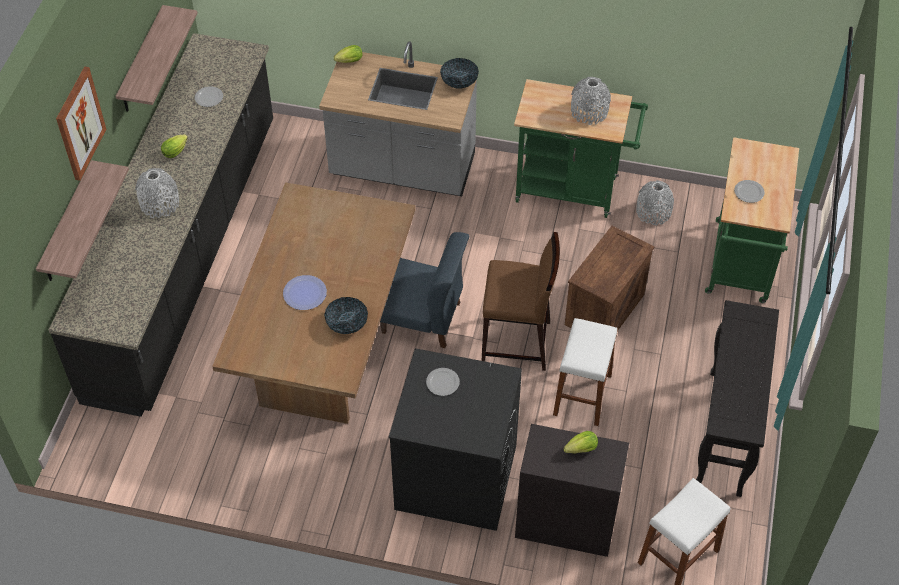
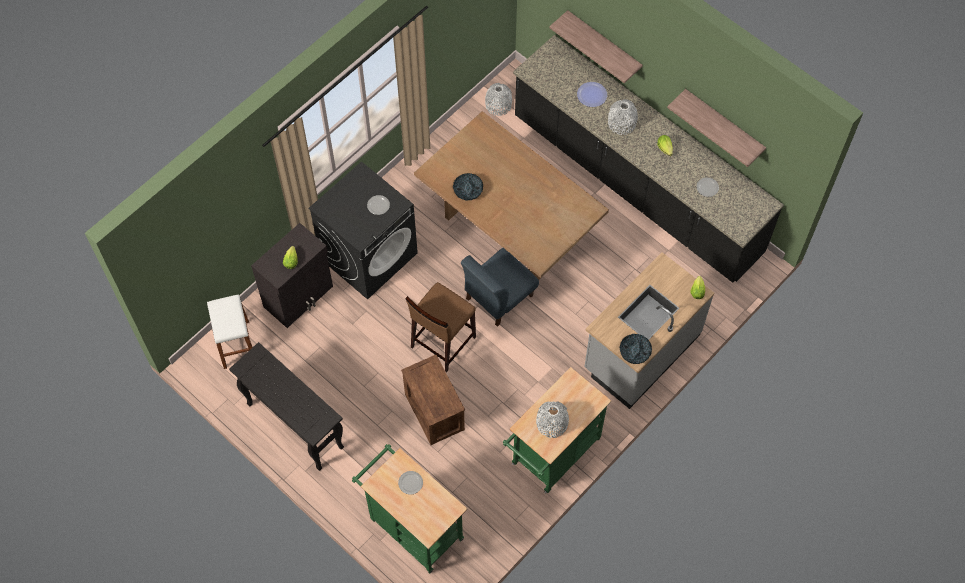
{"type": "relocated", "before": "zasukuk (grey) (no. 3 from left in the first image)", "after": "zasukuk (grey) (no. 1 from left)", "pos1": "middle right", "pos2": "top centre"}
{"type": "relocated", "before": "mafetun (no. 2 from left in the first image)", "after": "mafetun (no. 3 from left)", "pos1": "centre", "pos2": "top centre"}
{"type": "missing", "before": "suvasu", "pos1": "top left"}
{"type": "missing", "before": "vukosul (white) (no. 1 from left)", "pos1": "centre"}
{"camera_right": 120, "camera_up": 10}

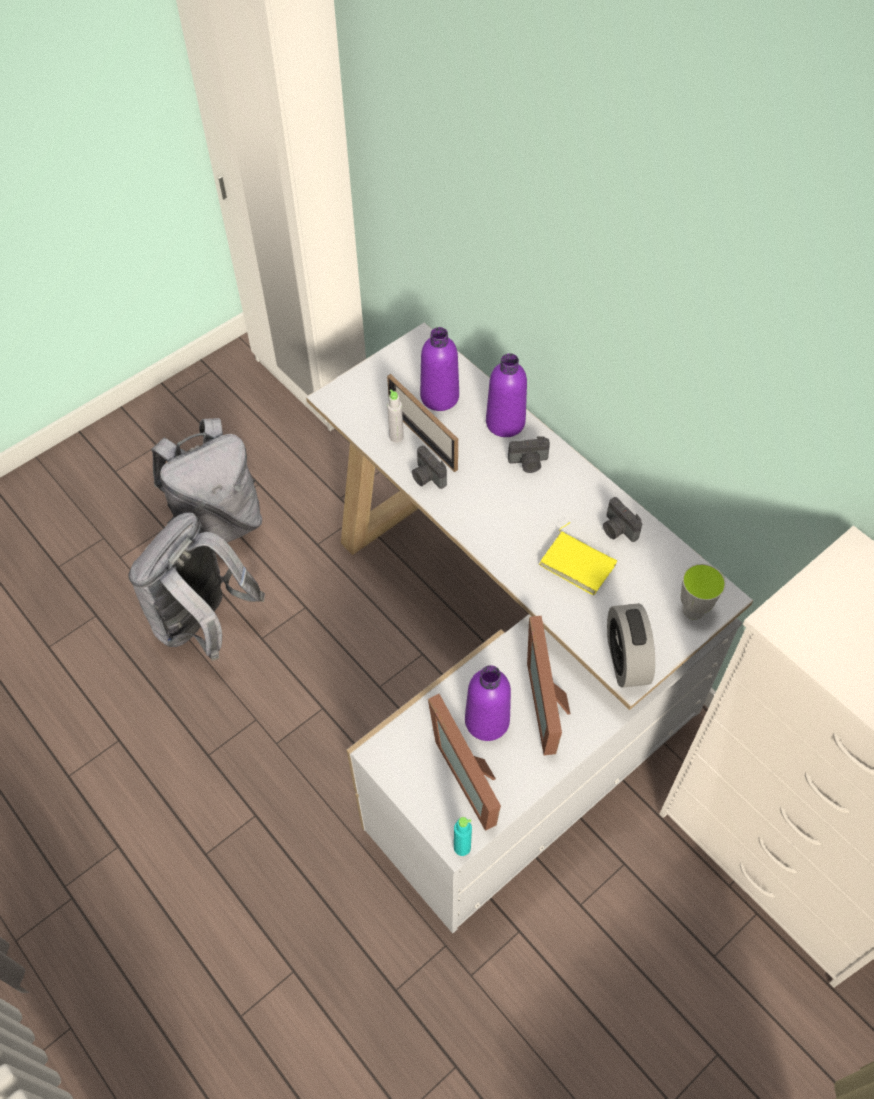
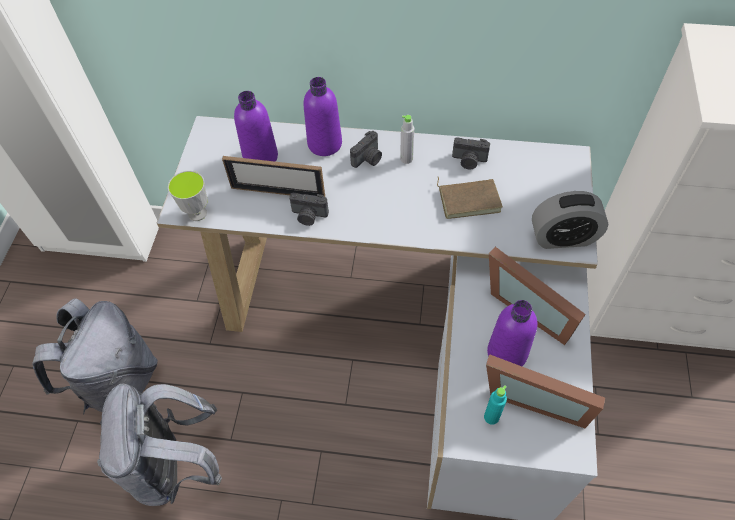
{"type": "relocated", "before": "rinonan", "pos1": "middle right", "pos2": "middle left"}
{"type": "relocated", "before": "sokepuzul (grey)", "pos1": "centre", "pos2": "top centre"}
{"type": "colour", "before": "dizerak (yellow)", "after": "dizerak (brown)", "pos1": "centre", "pos2": "centre"}
{"type": "relocated", "before": "sokepuzul (turquoise)", "pos1": "bottom centre", "pos2": "bottom right"}
{"type": "spun", "before": "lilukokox", "pos1": "middle right", "pos2": "middle right", "turn": -45}
{"camera_right": -40, "camera_up": 0}

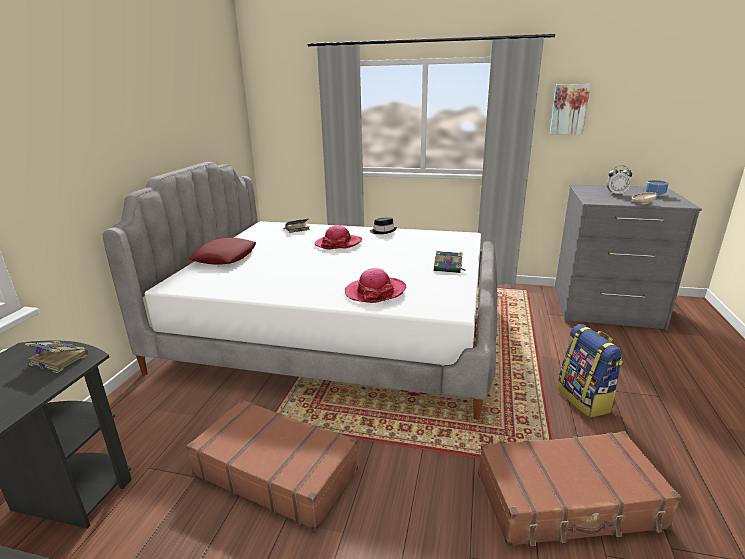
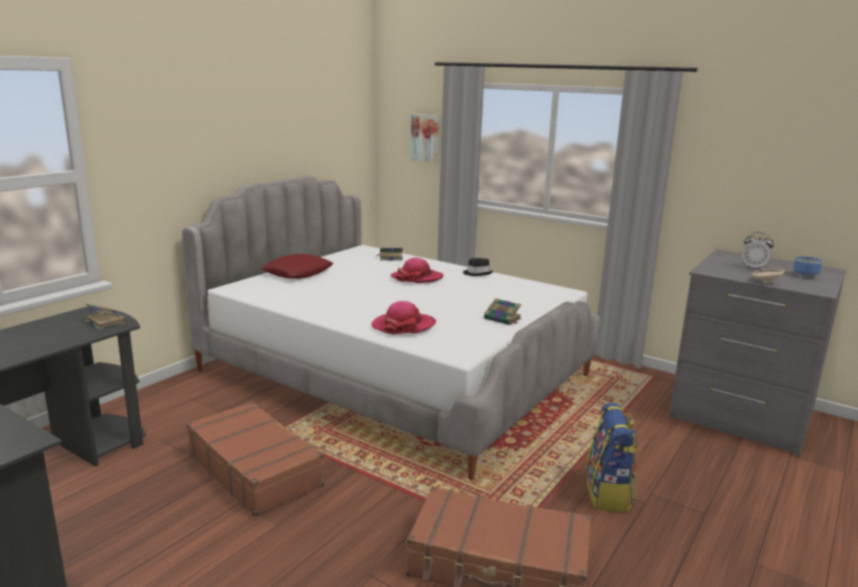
{"type": "relocated", "before": "suvasu", "pos1": "top right", "pos2": "top centre"}
{"camera_right": 20, "camera_up": -5}

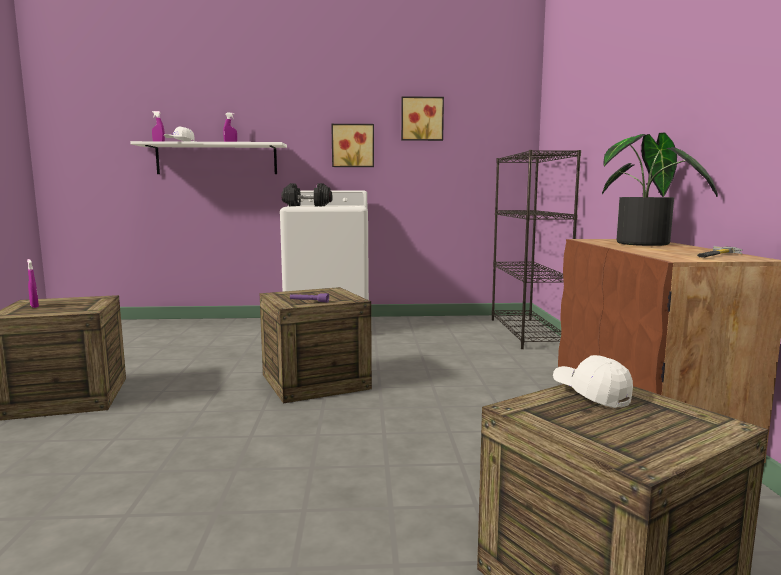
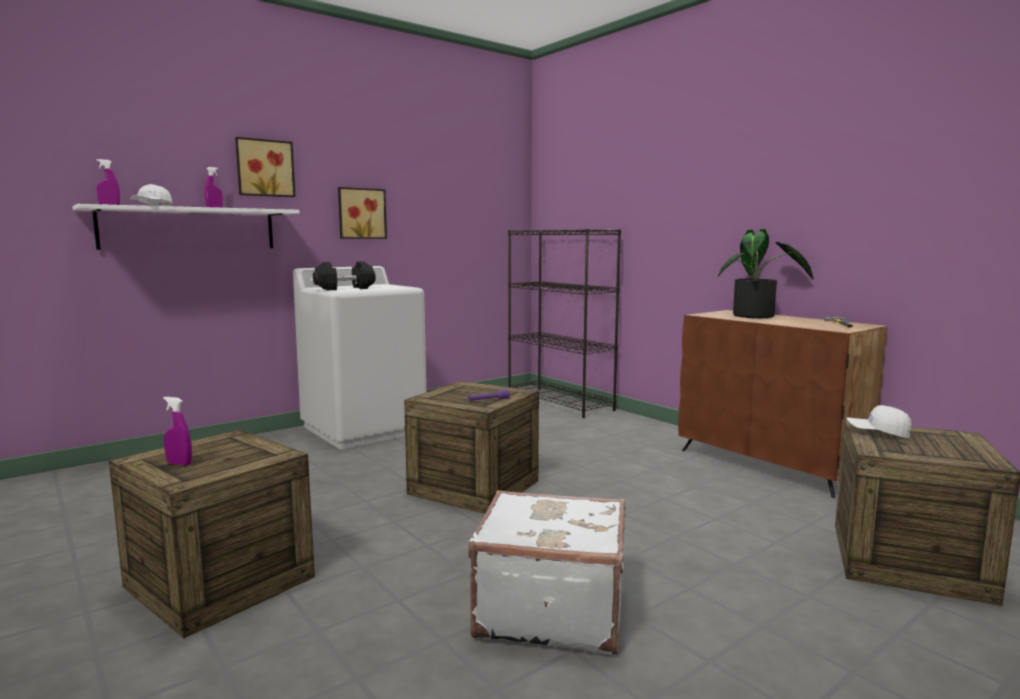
{"type": "relocated", "before": "suvasu (no. 2 from left in the first image)", "after": "suvasu (no. 1 from left)", "pos1": "top centre", "pos2": "top left"}
{"type": "appeared", "after": "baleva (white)", "pos2": "bottom centre"}
{"camera_right": -35, "camera_up": 0}

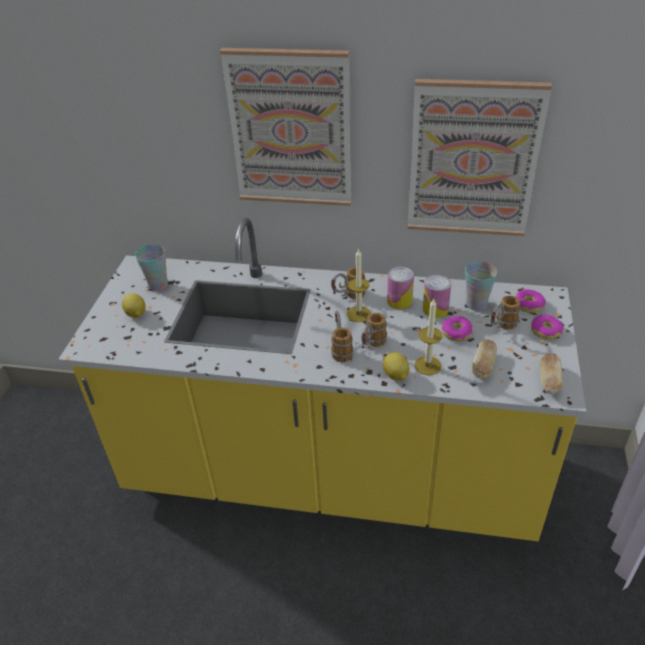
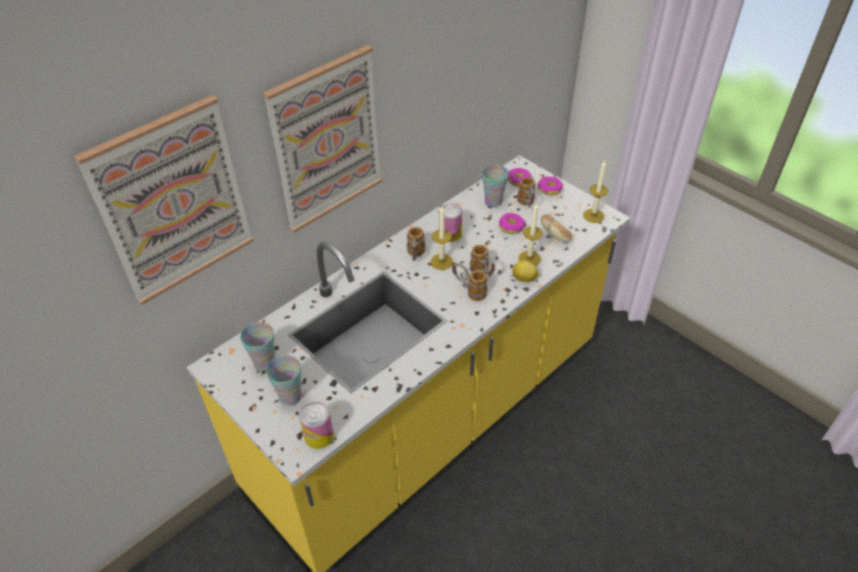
{"type": "relocated", "before": "suvasu (no. 2 from left in the first image)", "after": "suvasu (no. 1 from left)", "pos1": "top right", "pos2": "middle left"}
{"type": "exchanged", "before": "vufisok (no. 1 from left)", "after": "rinonan (no. 2 from left)", "pos1": "middle left", "pos2": "middle left"}
{"type": "relocated", "before": "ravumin (no. 2 from left in the first image)", "after": "ravumin (no. 1 from left)", "pos1": "middle right", "pos2": "bottom centre"}
{"type": "exchanged", "before": "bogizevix (no. 2 from left)", "after": "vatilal (no. 3 from left)", "pos1": "middle right", "pos2": "middle right"}
{"camera_right": -55, "camera_up": 5}

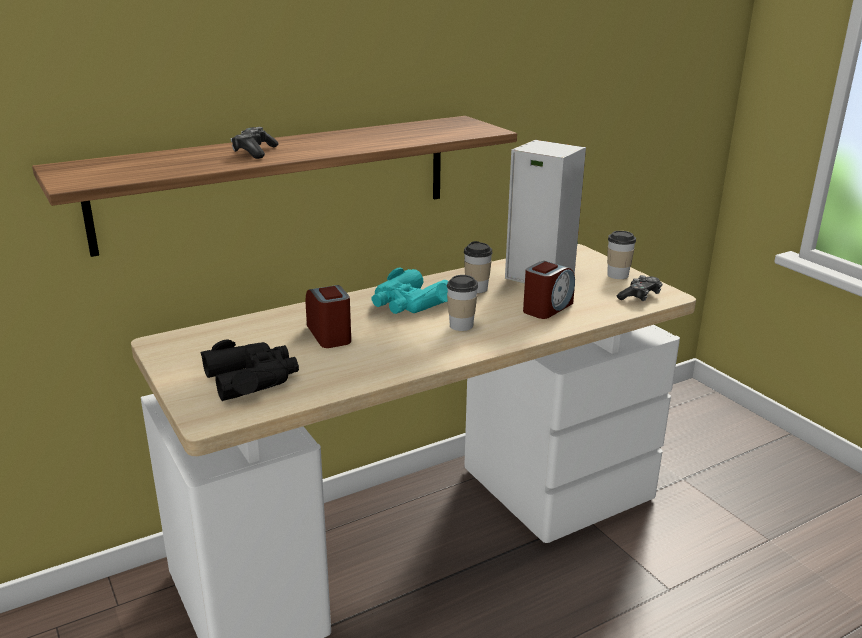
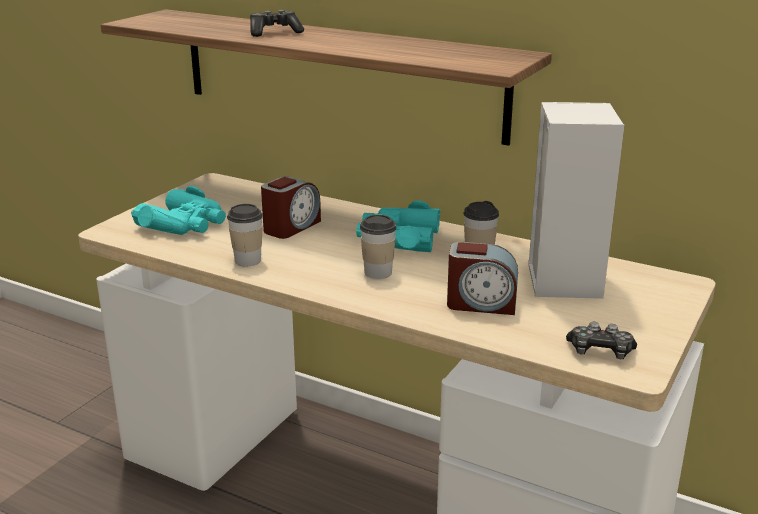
{"type": "colour", "before": "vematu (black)", "after": "vematu (turquoise) (no. 1 from left)", "pos1": "middle left", "pos2": "middle left"}
{"type": "relocated", "before": "rinonan (no. 3 from left in the first image)", "after": "rinonan (no. 1 from left)", "pos1": "middle right", "pos2": "middle left"}
{"camera_right": 60, "camera_up": 0}

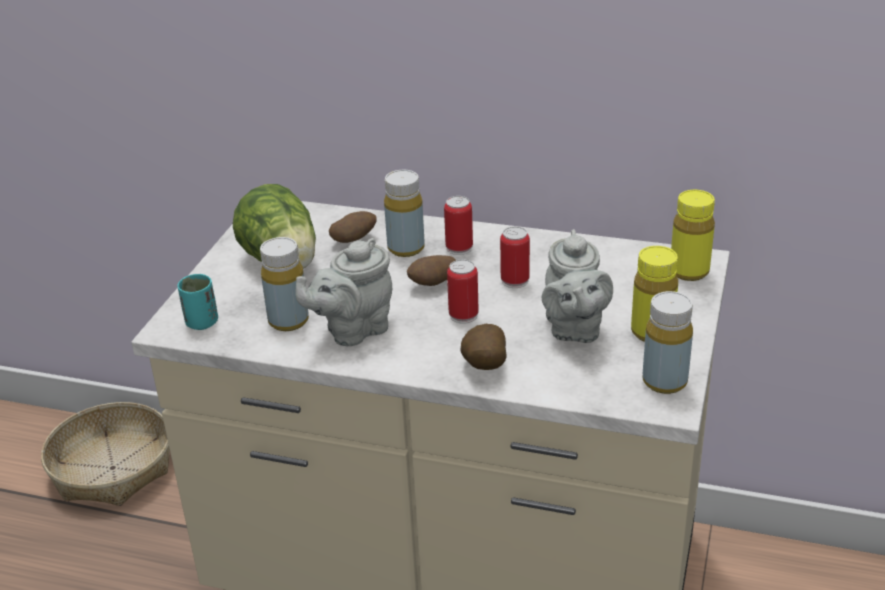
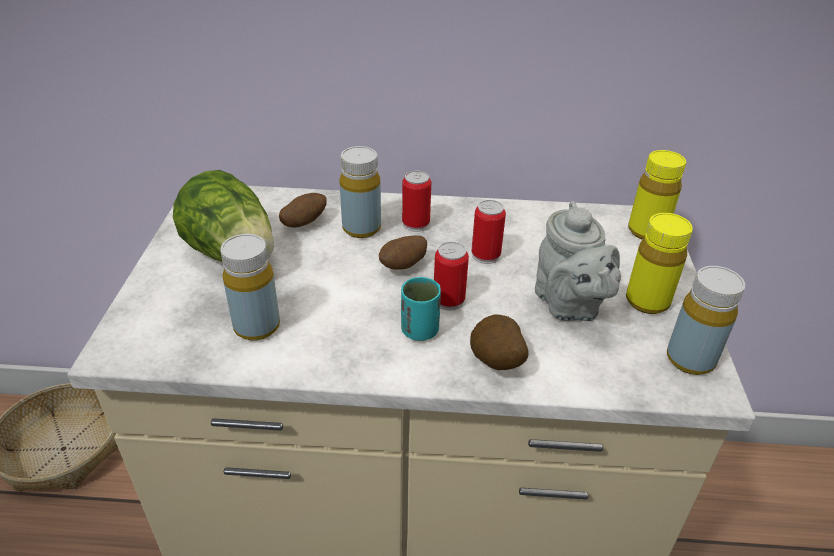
{"type": "relocated", "before": "rinonan (turquoise)", "pos1": "middle left", "pos2": "centre"}
{"type": "missing", "before": "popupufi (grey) (no. 1 from left)", "pos1": "centre"}
{"camera_right": -15, "camera_up": 5}

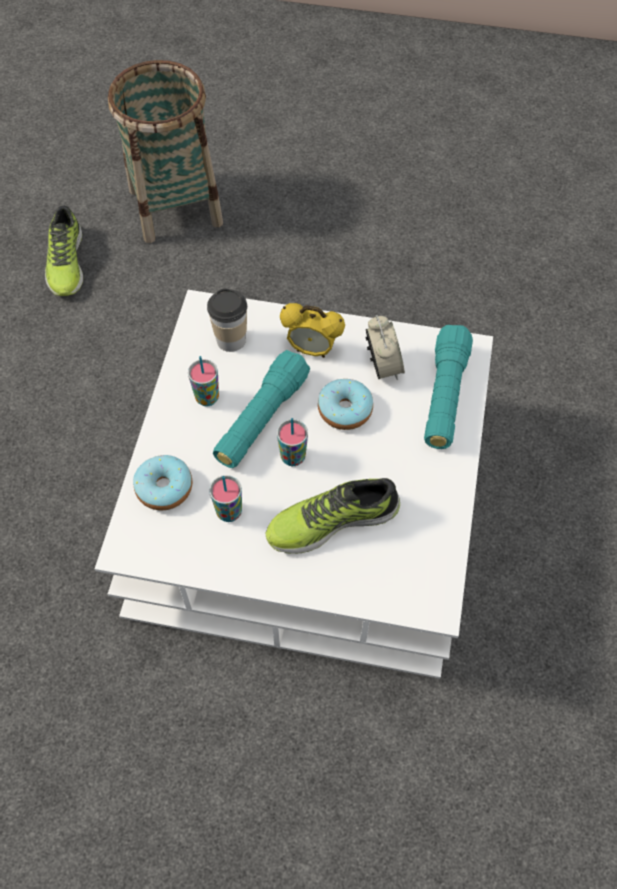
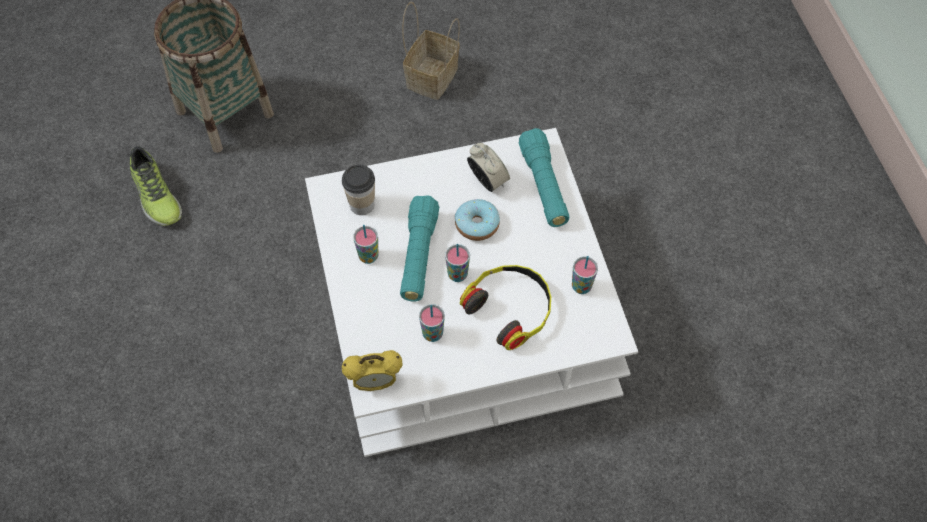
{"type": "relocated", "before": "lilukokox (no. 1 from left)", "pos1": "centre", "pos2": "bottom centre"}
{"type": "appeared", "after": "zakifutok (no. 2 from left)", "pos2": "top centre"}
{"type": "exchanged", "before": "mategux (no. 2 from left)", "after": "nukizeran", "pos1": "centre", "pos2": "centre"}
{"type": "appeared", "after": "rinonan (no. 5 from left)", "pos2": "centre"}
{"type": "missing", "before": "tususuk (no. 1 from left)", "pos1": "middle left"}
{"camera_right": -25, "camera_up": 0}

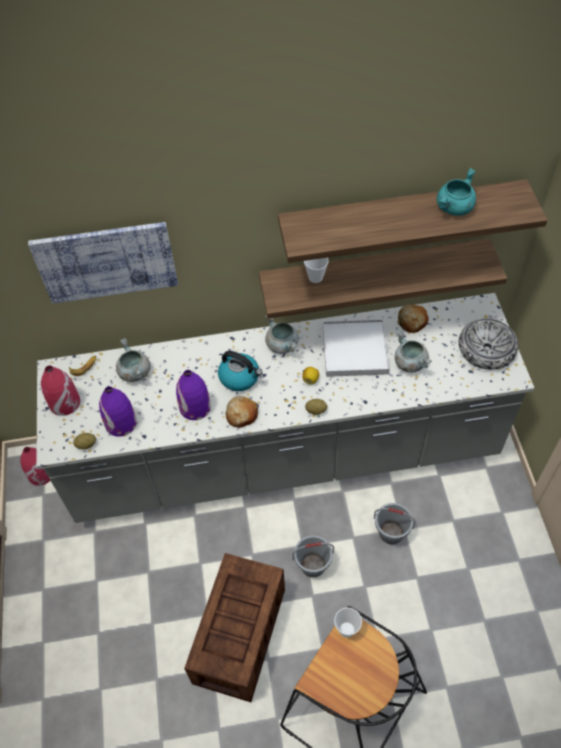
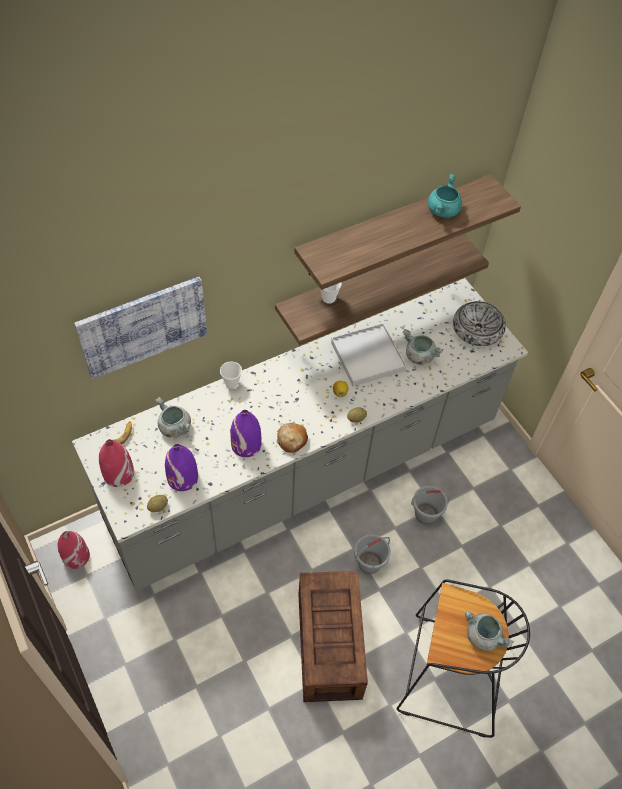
{"type": "relocated", "before": "rinonan (no. 2 from left in the first image)", "after": "rinonan (no. 1 from left)", "pos1": "bottom centre", "pos2": "centre"}
{"type": "relocated", "before": "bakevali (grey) (no. 2 from left in the first image)", "after": "bakevali (grey) (no. 3 from left)", "pos1": "centre", "pos2": "bottom right"}
{"type": "missing", "before": "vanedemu", "pos1": "centre"}
{"type": "missing", "before": "bogizevix (no. 2 from left)", "pos1": "middle right"}
{"camera_right": -25, "camera_up": 0}

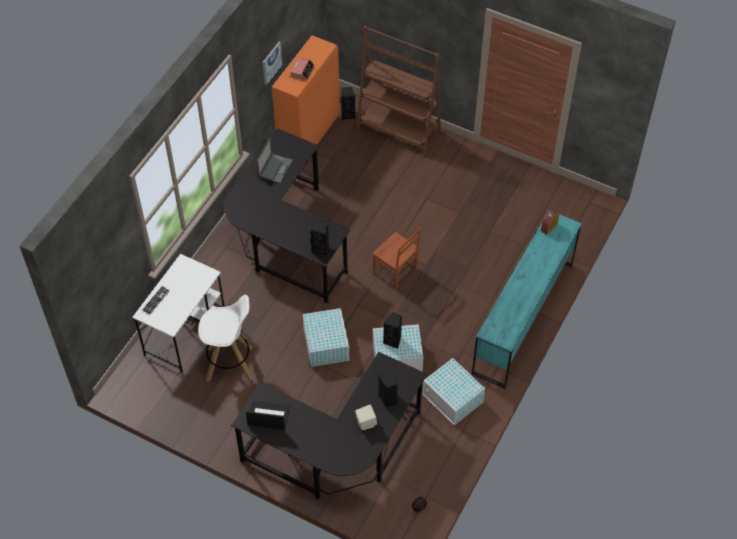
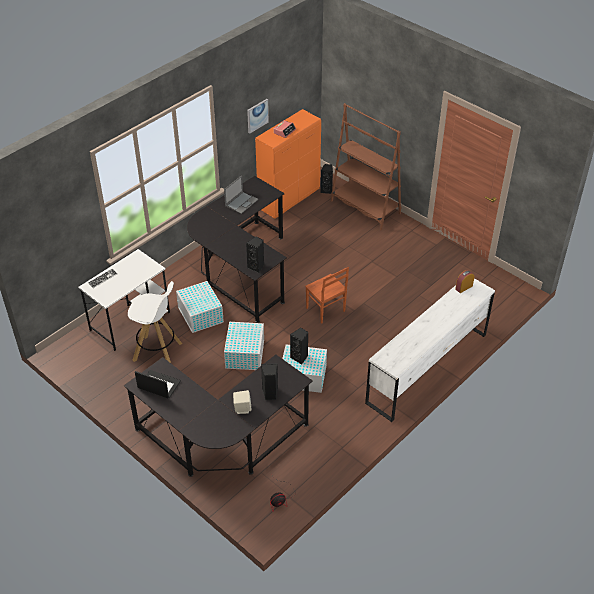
{"type": "relocated", "before": "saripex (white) (no. 3 from left in the first image)", "after": "saripex (white) (no. 1 from left)", "pos1": "bottom centre", "pos2": "centre"}
{"type": "colour", "before": "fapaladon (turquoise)", "after": "fapaladon (white)", "pos1": "middle right", "pos2": "middle right"}
{"camera_right": 15, "camera_up": -10}

